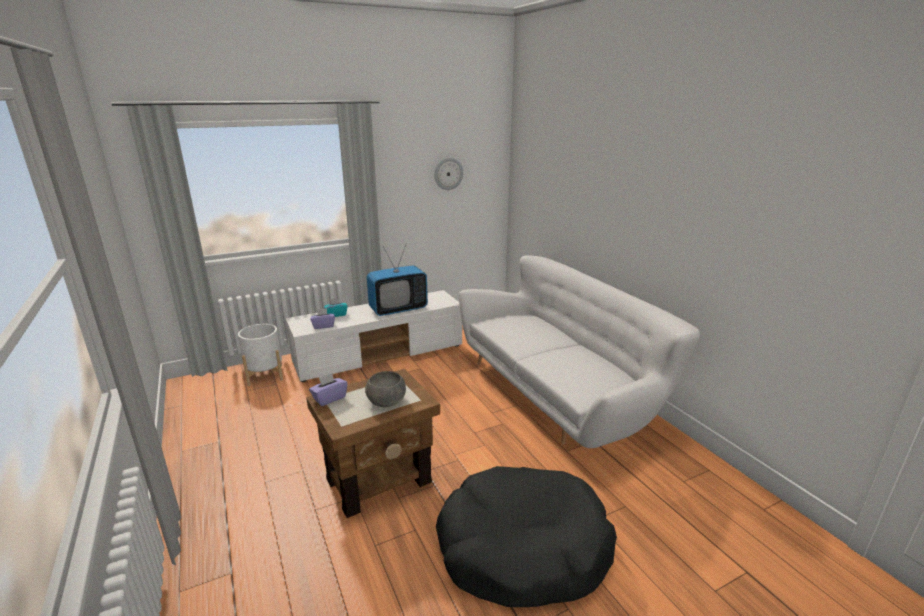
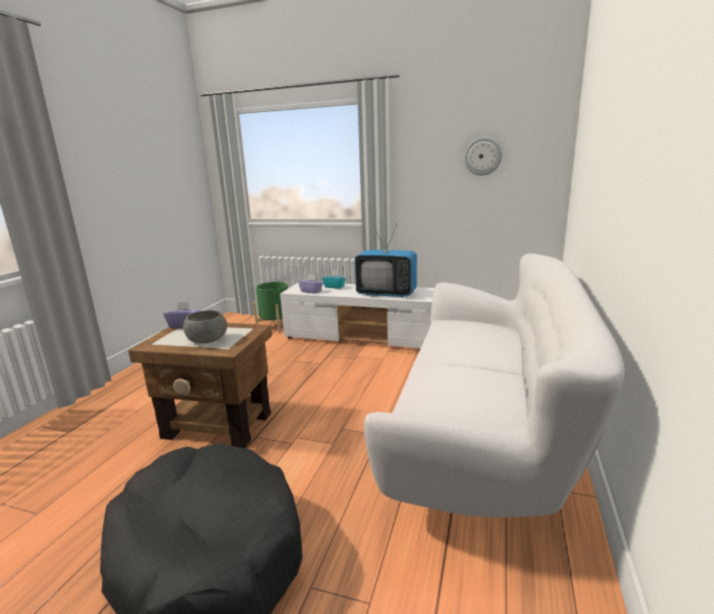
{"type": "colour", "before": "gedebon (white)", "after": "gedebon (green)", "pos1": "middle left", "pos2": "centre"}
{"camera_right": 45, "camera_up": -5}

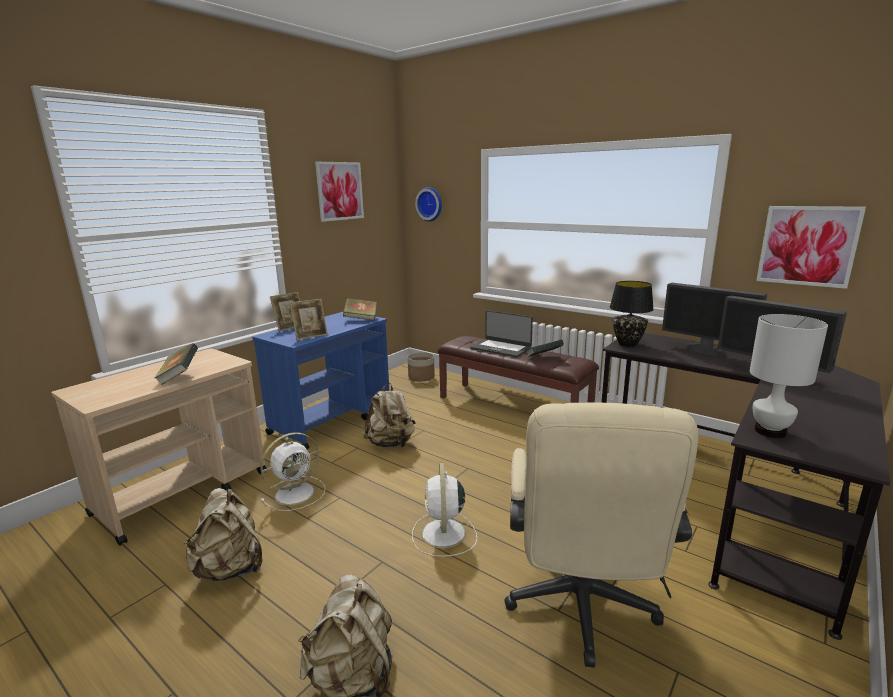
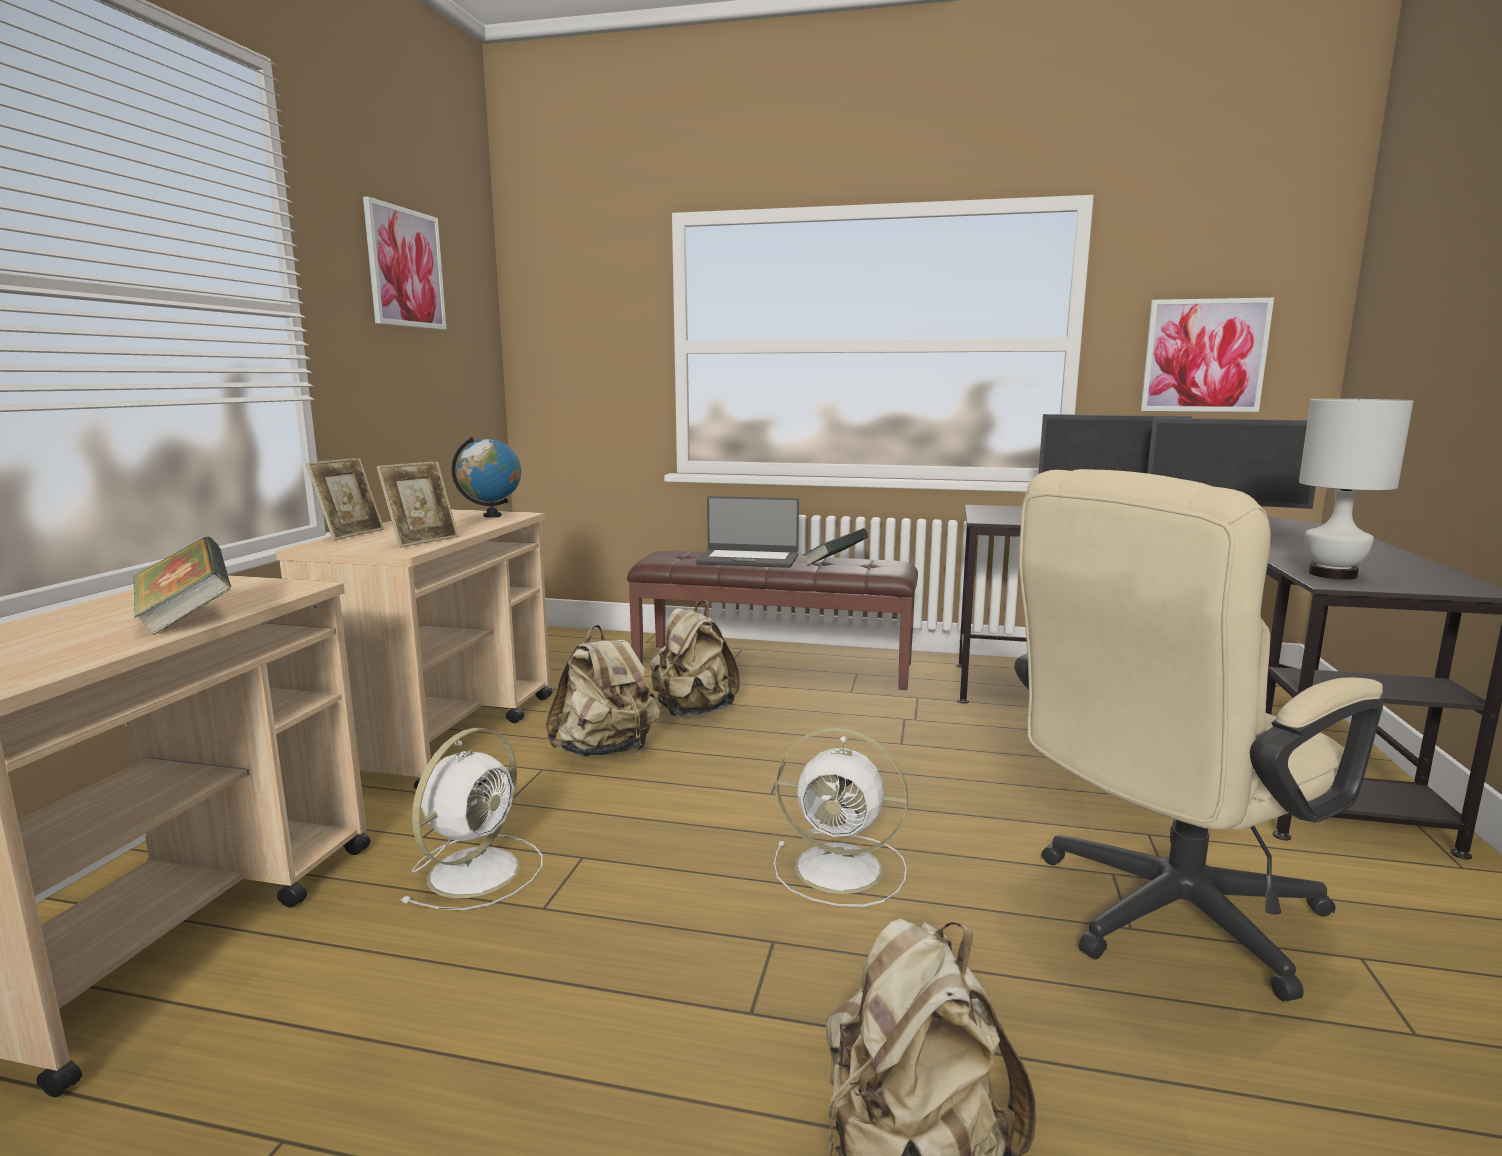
{"type": "colour", "before": "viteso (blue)", "after": "viteso (beige) (no. 2 from left)", "pos1": "centre", "pos2": "middle left"}
{"type": "exchanged", "before": "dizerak (no. 2 from left)", "after": "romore", "pos1": "centre", "pos2": "middle left"}
{"type": "relocated", "before": "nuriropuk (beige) (no. 1 from left in the first image)", "after": "nuriropuk (beige) (no. 2 from left)", "pos1": "bottom left", "pos2": "centre"}
{"type": "spun", "before": "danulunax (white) (no. 2 from left)", "pos1": "bottom centre", "pos2": "bottom centre", "turn": -45}
{"type": "spun", "before": "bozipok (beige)", "pos1": "bottom right", "pos2": "middle right", "turn": 75}
{"type": "missing", "before": "gedebon", "pos1": "centre"}
{"type": "missing", "before": "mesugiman", "pos1": "top centre"}
{"type": "missing", "before": "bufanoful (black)", "pos1": "middle right"}
{"camera_right": -25, "camera_up": -5}

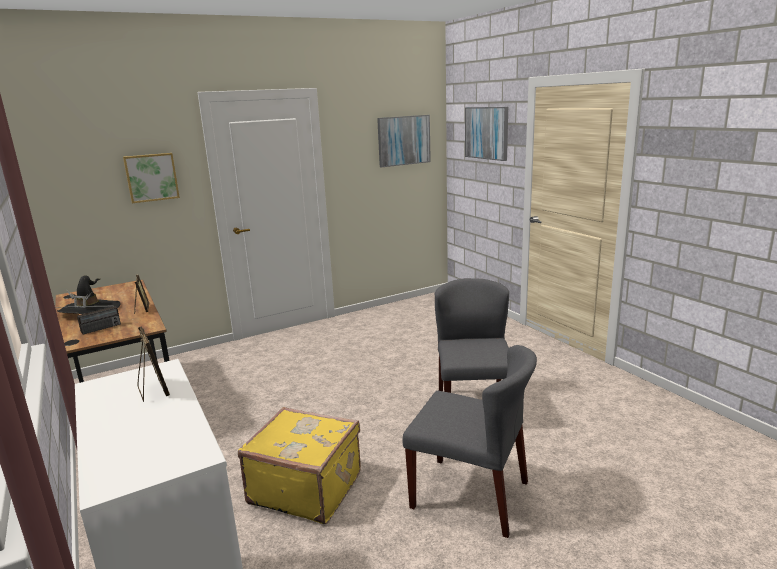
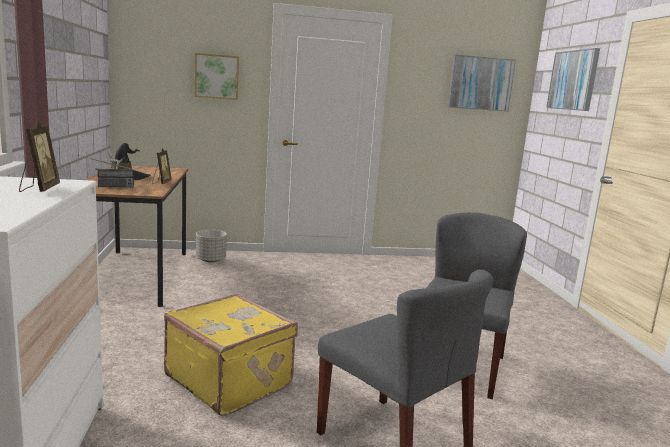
{"type": "appeared", "after": "gedebon (grey)", "pos2": "middle left"}
{"camera_right": 20, "camera_up": -5}

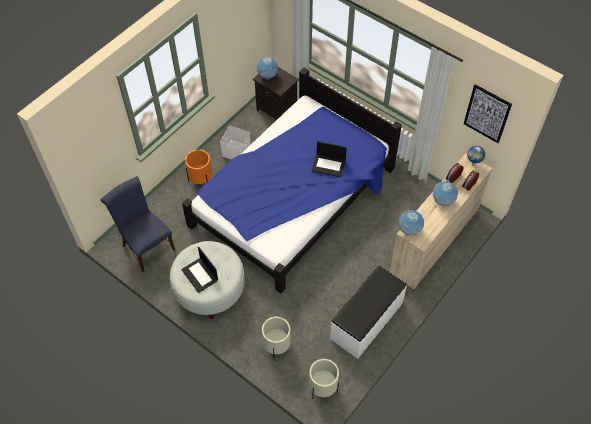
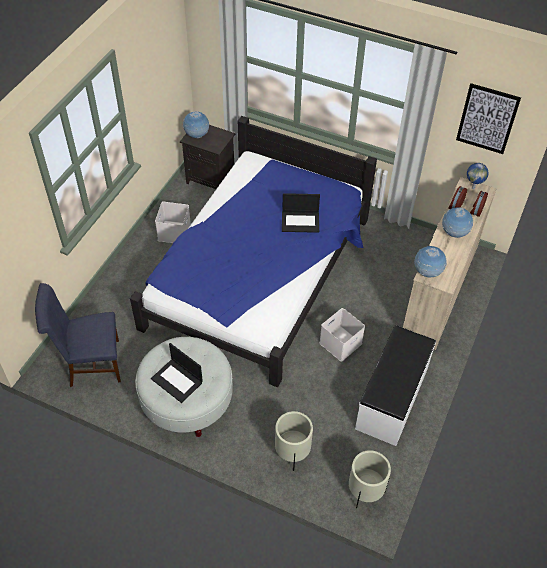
{"type": "spun", "before": "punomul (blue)", "pos1": "middle left", "pos2": "middle left", "turn": -45}
{"type": "appeared", "after": "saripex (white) (no. 2 from left)", "pos2": "centre"}
{"type": "missing", "before": "gedebon (orange)", "pos1": "centre"}
{"camera_right": -15, "camera_up": -5}

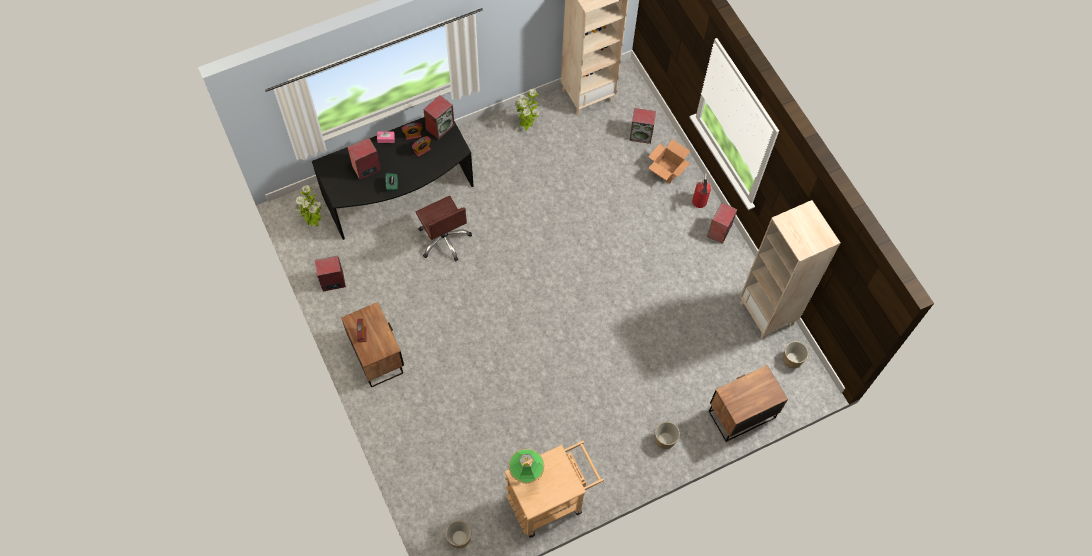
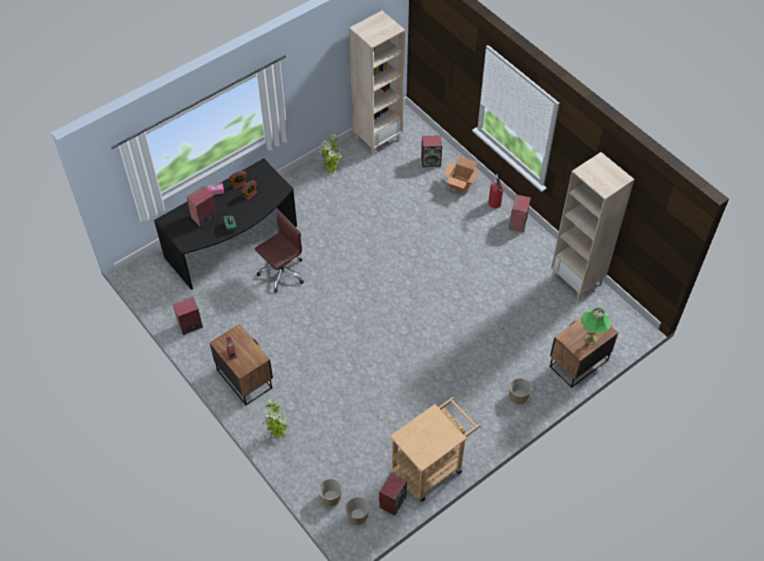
{"type": "spun", "before": "bozipok (brown)", "pos1": "centre", "pos2": "centre", "turn": -90}
{"type": "relocated", "before": "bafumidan (no. 1 from left)", "pos1": "middle left", "pos2": "bottom centre"}
{"type": "relocated", "before": "gedebon (no. 3 from left in the first image)", "after": "gedebon (no. 1 from left)", "pos1": "middle right", "pos2": "bottom centre"}
{"type": "relocated", "before": "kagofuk (no. 3 from left)", "pos1": "top centre", "pos2": "bottom centre"}
{"type": "relocated", "before": "bufanoful", "pos1": "bottom centre", "pos2": "middle right"}
{"camera_right": -10, "camera_up": -10}

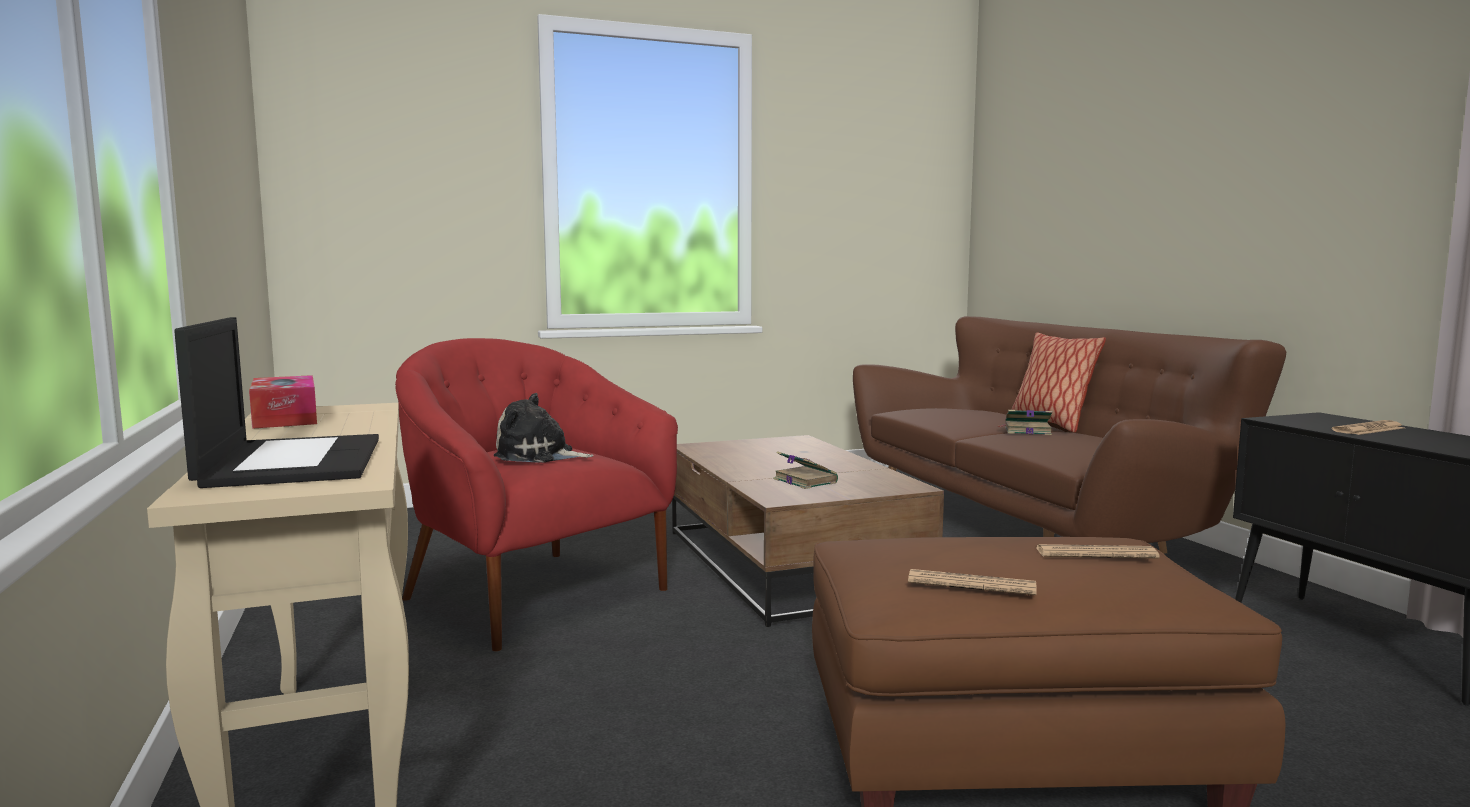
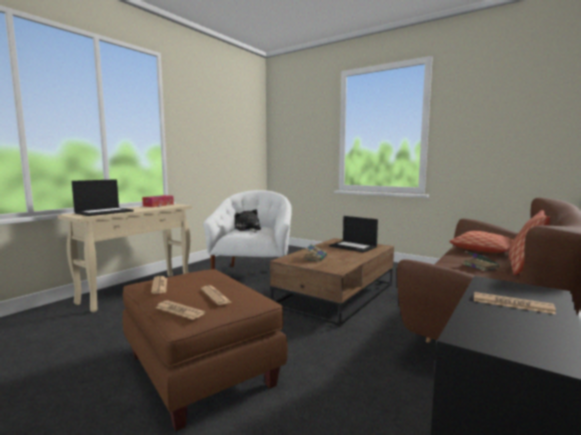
{"type": "appeared", "after": "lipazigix (no. 2 from left)", "pos2": "bottom left"}
{"type": "colour", "before": "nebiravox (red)", "after": "nebiravox (white)", "pos1": "centre", "pos2": "centre"}
{"type": "appeared", "after": "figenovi (no. 2 from left)", "pos2": "centre"}
{"type": "appeared", "after": "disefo (no. 1 from left)", "pos2": "middle right"}
{"camera_right": 55, "camera_up": 0}

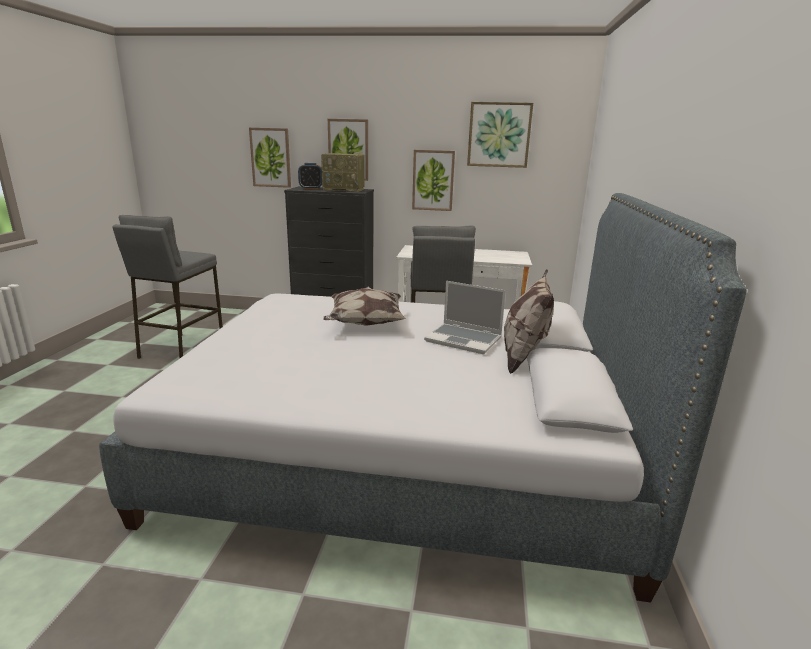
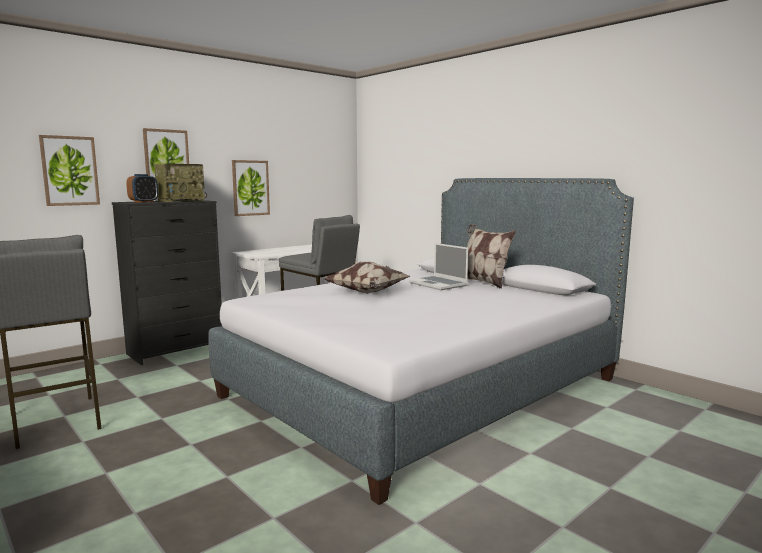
{"type": "spun", "before": "figenovi", "pos1": "centre", "pos2": "centre", "turn": 75}
{"type": "missing", "before": "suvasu (no. 4 from left)", "pos1": "top centre"}
{"camera_right": -50, "camera_up": -10}

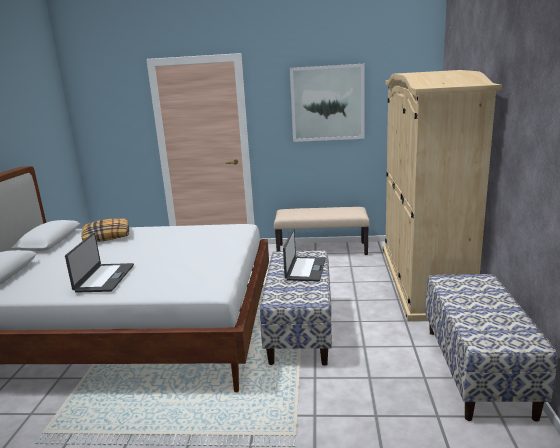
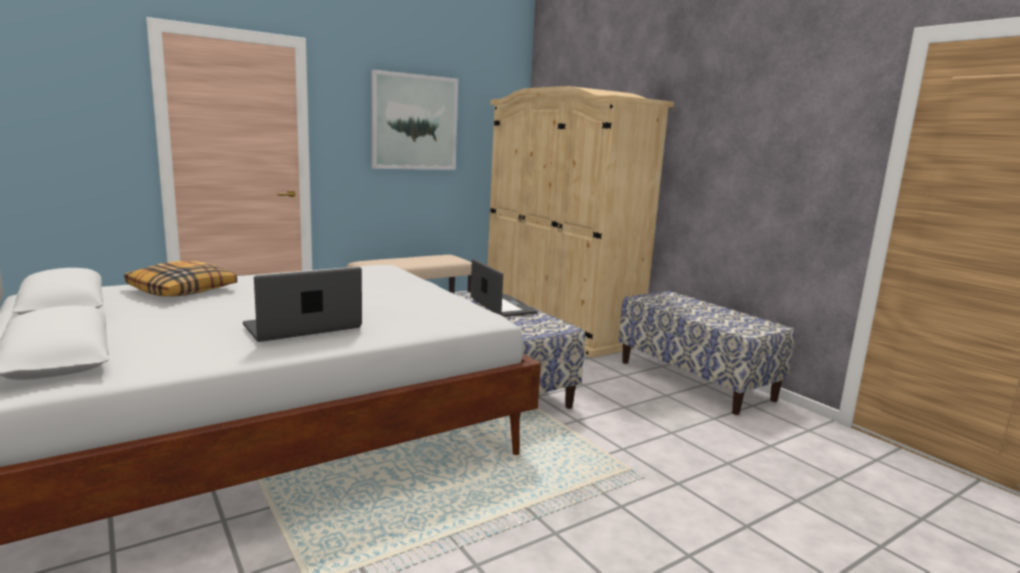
{"type": "spun", "before": "figenovi (no. 1 from left)", "pos1": "middle left", "pos2": "middle left", "turn": -90}
{"camera_right": -40, "camera_up": -5}

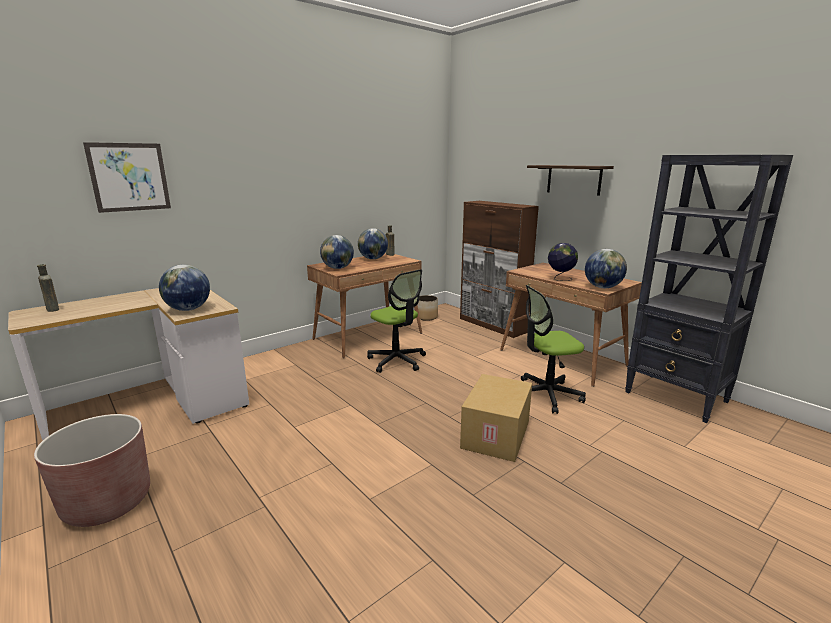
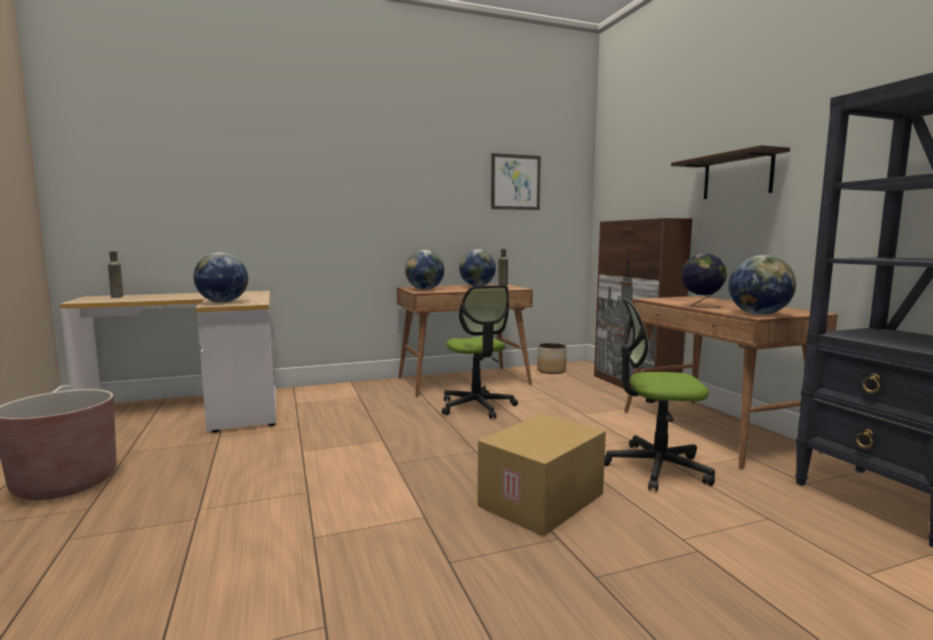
{"type": "relocated", "before": "suvasu", "pos1": "top left", "pos2": "top centre"}
{"camera_right": 20, "camera_up": -10}

